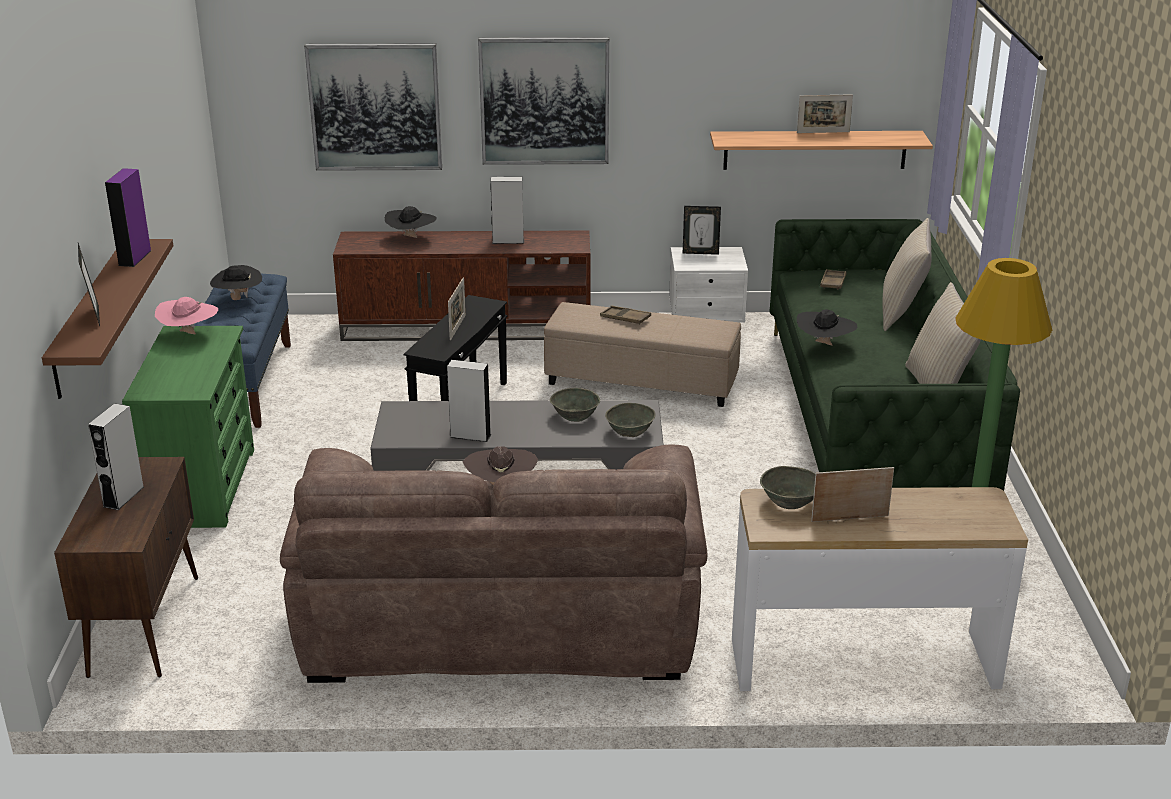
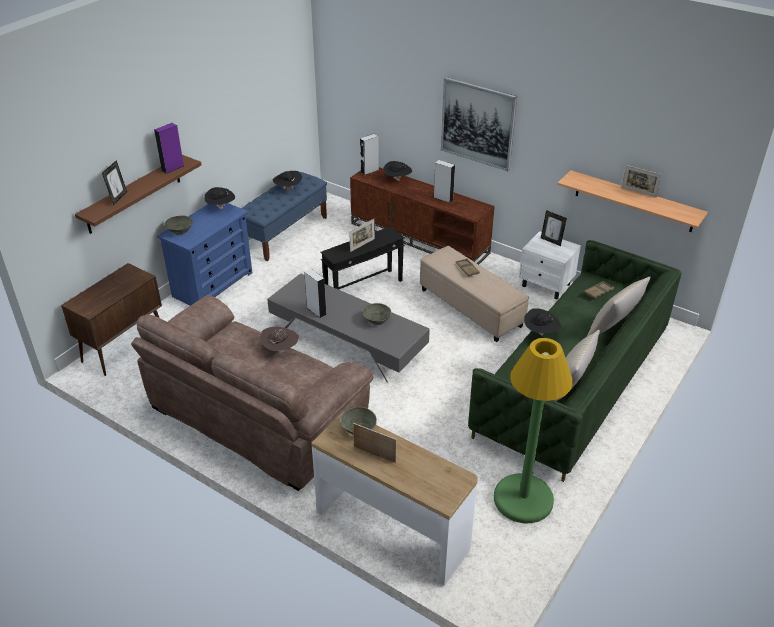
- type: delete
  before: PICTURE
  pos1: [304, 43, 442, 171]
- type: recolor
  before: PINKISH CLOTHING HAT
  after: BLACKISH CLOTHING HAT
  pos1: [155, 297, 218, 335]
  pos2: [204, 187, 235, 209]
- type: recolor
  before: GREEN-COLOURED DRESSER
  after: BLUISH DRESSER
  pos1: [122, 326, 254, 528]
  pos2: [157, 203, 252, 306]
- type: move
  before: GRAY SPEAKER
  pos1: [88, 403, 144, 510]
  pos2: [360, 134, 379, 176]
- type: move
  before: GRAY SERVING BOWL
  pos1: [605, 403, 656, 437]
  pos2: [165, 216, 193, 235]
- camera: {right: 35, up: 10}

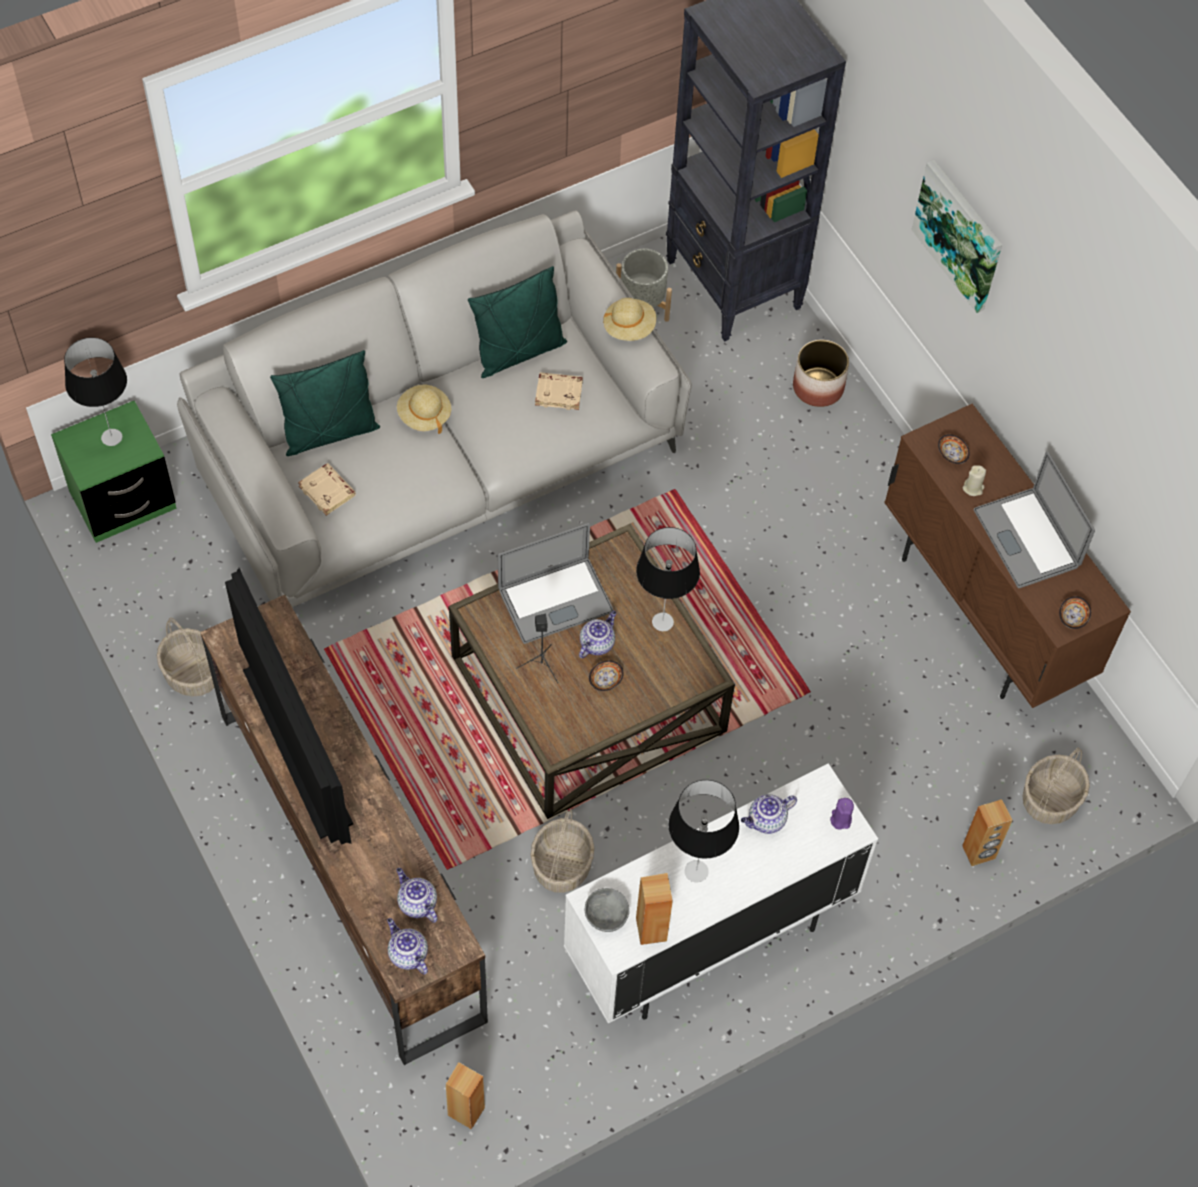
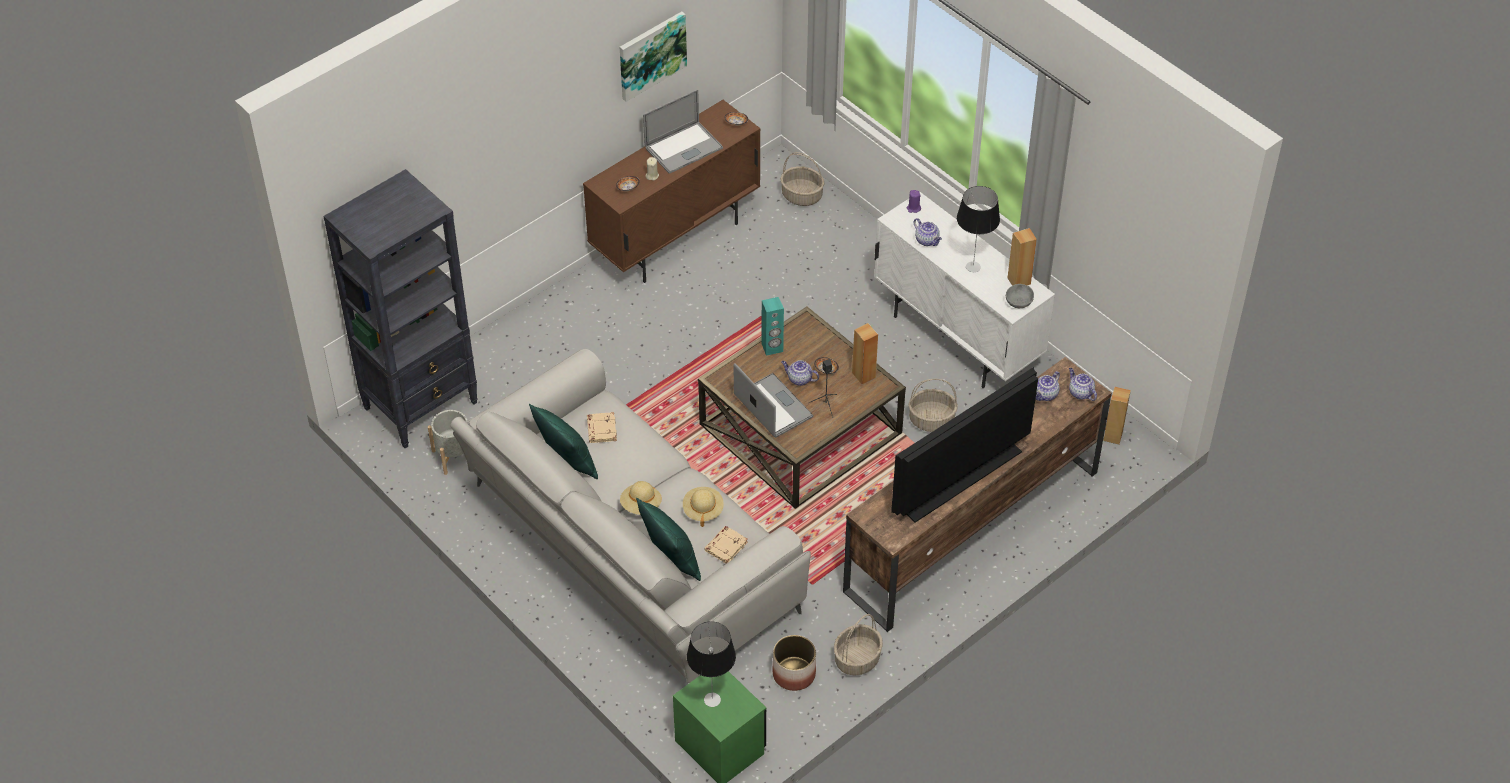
- type: move
  before: PICTURE
  pos1: [912, 160, 1002, 313]
  pos2: [620, 11, 687, 102]
- type: move
  before: BEIGE CLOTHING HAT
  pos1: [603, 298, 657, 341]
  pos2: [683, 487, 724, 527]
- type: move
  before: PLANTER
  pos1: [793, 340, 849, 407]
  pos2: [773, 635, 816, 691]
- type: replace
  before: TABLE LAMP
  after: TURQUOISE SPEAKER
  pos1: [636, 527, 700, 631]
  pos2: [762, 297, 784, 356]
- type: move
  before: BROWNISH SPEAKER
  pos1: [962, 799, 1012, 866]
  pos2: [852, 323, 878, 384]
- type: rotate
  before: TEA POT
  pos1: [387, 918, 428, 975]
  pos2: [1069, 368, 1097, 401]
  turn: 105
- camera: {right: -100, up: -10}

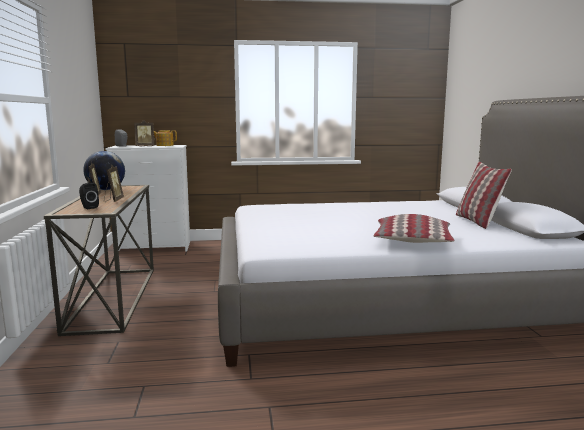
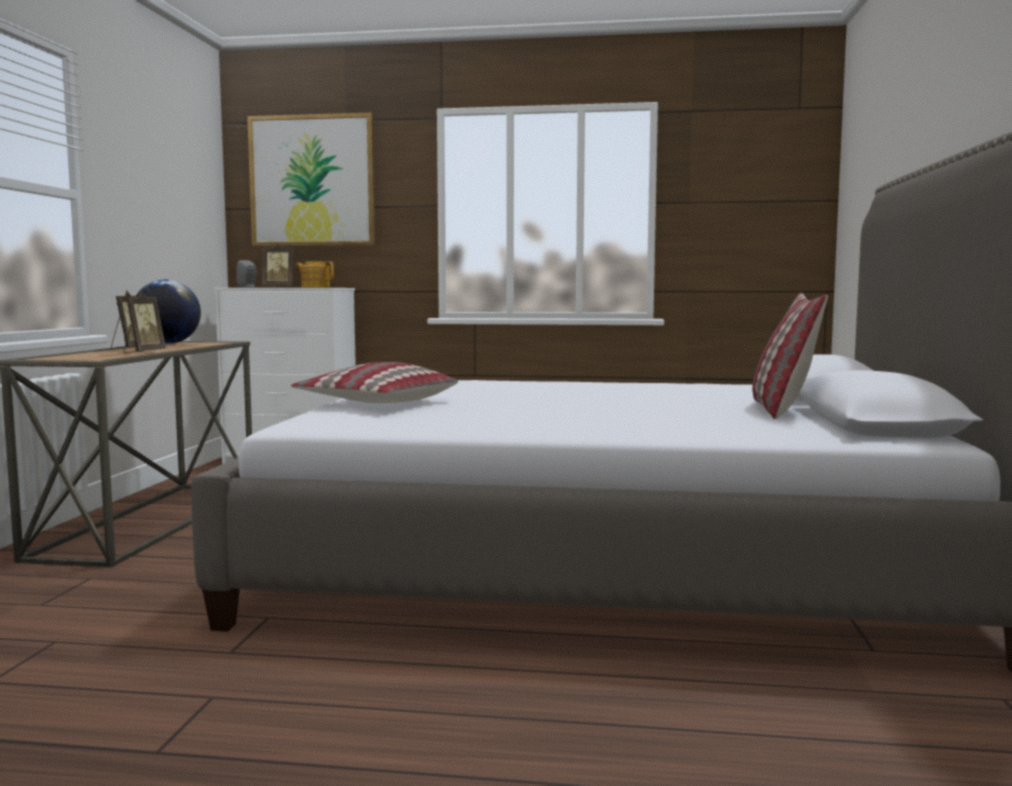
- type: delete
  before: BLACKISH SPEAKER
  pos1: [79, 183, 99, 209]
- type: move
  before: PILLOW
  pos1: [374, 214, 455, 243]
  pos2: [291, 362, 458, 403]
- type: insert
  after: PICTURE
  pos2: [247, 113, 376, 246]
- camera: {right: 15, up: -5}

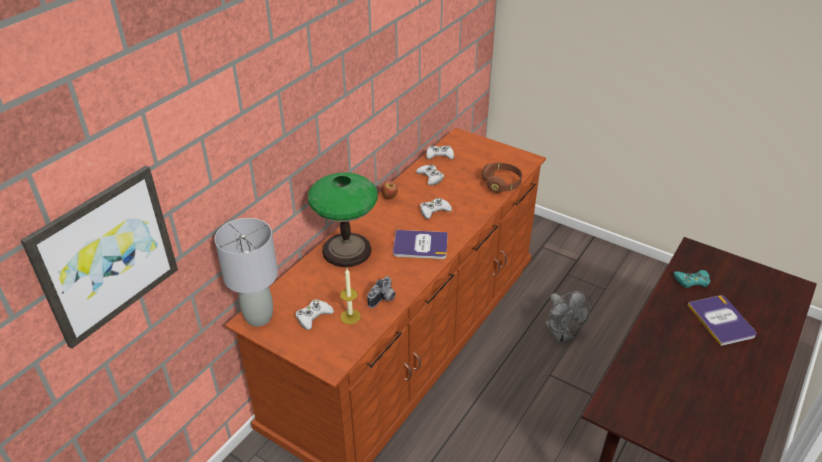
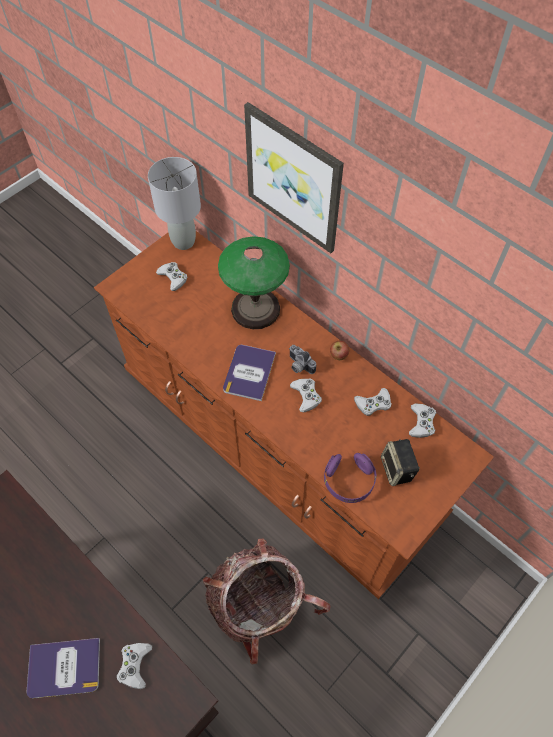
- type: recolor
  before: BROWNISH PAIR OF HEADPHONES
  after: PURPLE-COLOURED PAIR OF HEADPHONES
  pos1: [482, 163, 522, 193]
  pos2: [324, 453, 377, 503]
- type: move
  before: PICTURE
  pos1: [21, 166, 178, 349]
  pos2: [244, 102, 344, 253]
- type: delete
  before: WAX CANDLE
  pos1: [340, 269, 361, 324]
- type: recolor
  before: TURQUOISE JOYPAD
  after: WHITE-COLOURED JOYPAD
  pos1: [674, 270, 710, 288]
  pos2: [117, 643, 152, 689]
- type: move
  before: STILL CAMERA
  pos1: [367, 276, 396, 308]
  pos2: [289, 345, 316, 374]
- type: replace
  before: GRAY FAN
  after: BACKPACK
  pos1: [545, 291, 592, 343]
  pos2: [203, 538, 331, 664]
- type: insert
  after: SPEAKER
  pos2: [381, 439, 420, 486]
- camera: {right: 100, up: 20}

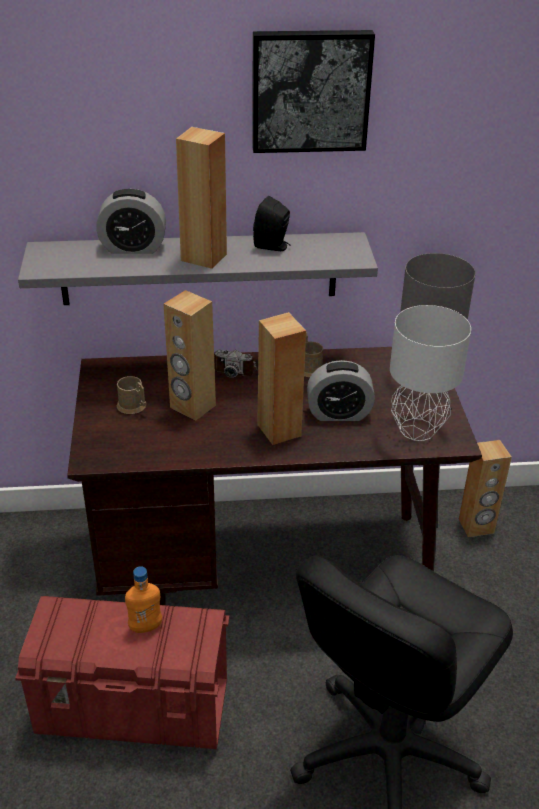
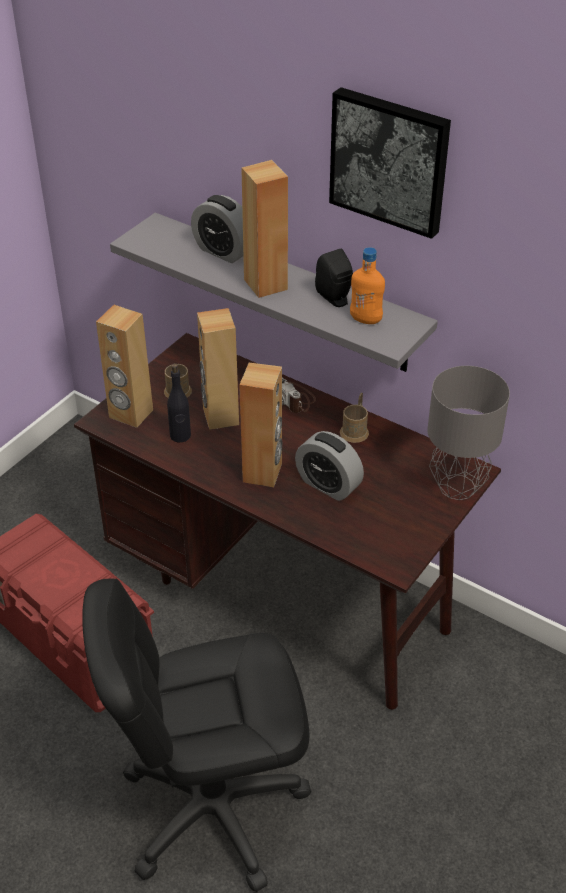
- type: delete
  before: GRAY TABLE LAMP
  pos1: [390, 305, 471, 441]
- type: move
  before: BROWNISH SPEAKER
  pos1: [459, 440, 512, 537]
  pos2: [96, 305, 153, 428]
- type: move
  before: ORANGE-COLOURED BOTTLE
  pos1: [125, 566, 162, 633]
  pos2: [350, 247, 385, 324]
- type: insert
  after: BLACKISH BOTTLE
  pos2: [167, 363, 191, 442]
- camera: {right: 40, up: 5}

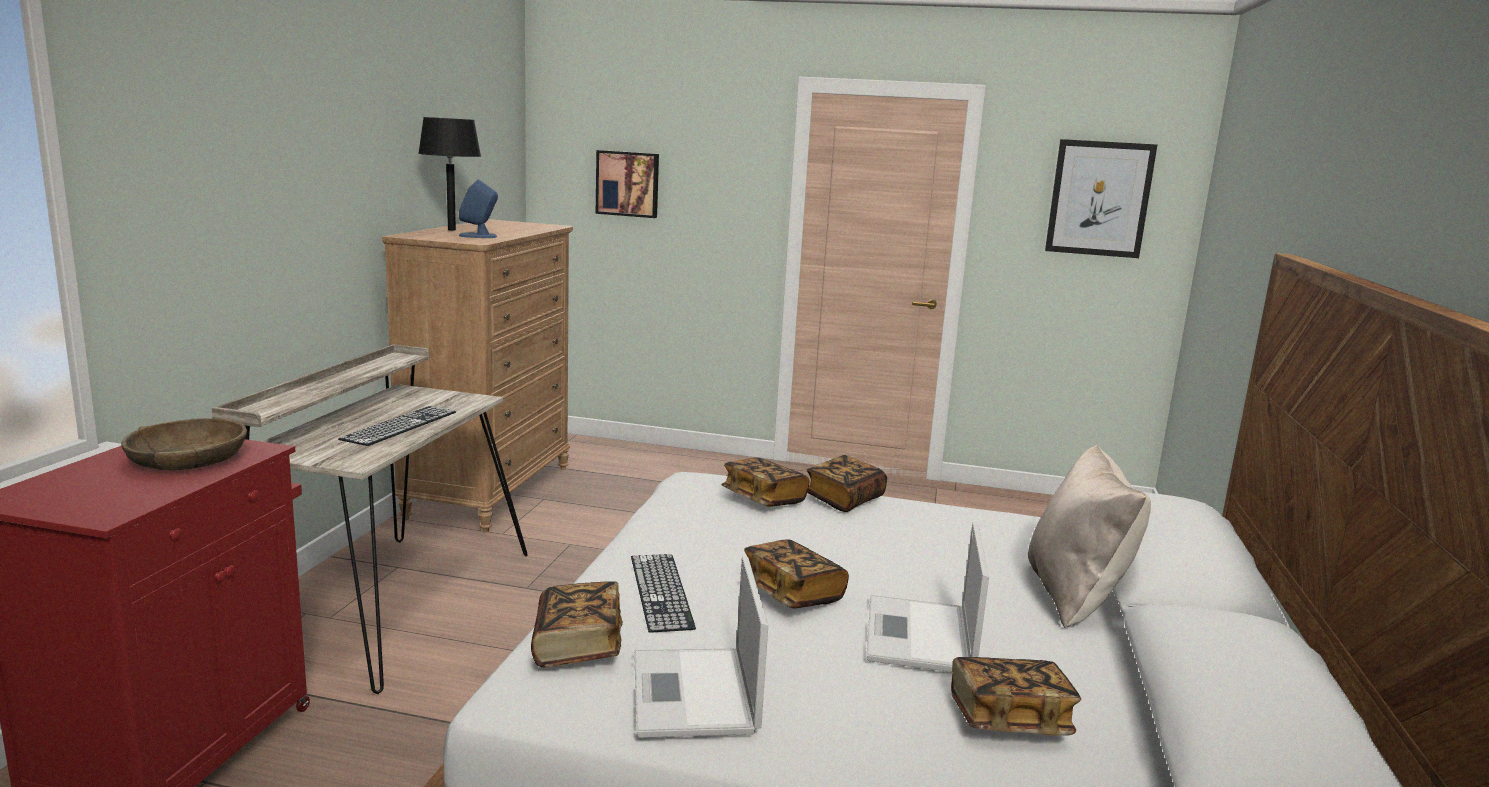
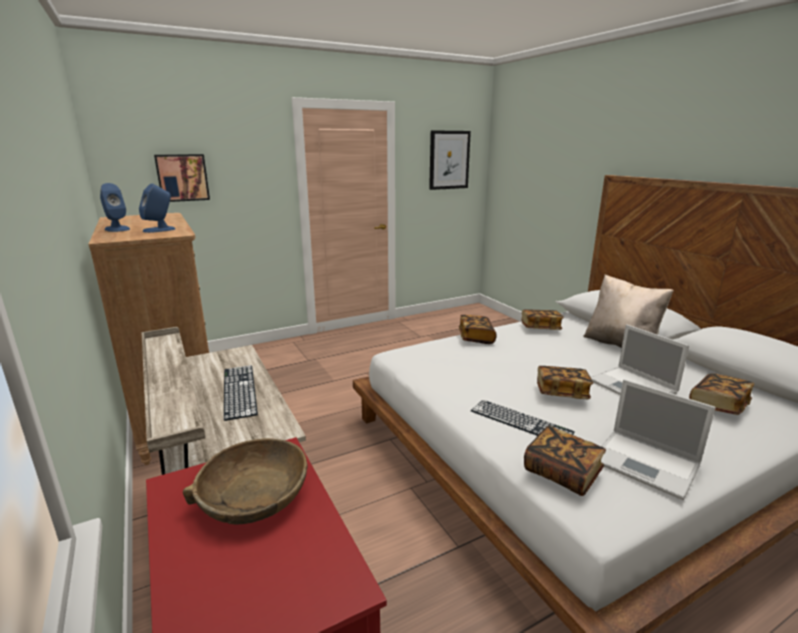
- type: replace
  before: BLACKISH TABLE LAMP
  after: BLUISH SPEAKER
  pos1: [418, 117, 481, 231]
  pos2: [100, 183, 130, 232]
- type: move
  before: BOOK
  pos1: [721, 457, 809, 507]
  pos2: [522, 310, 564, 330]
- camera: {right: -40, up: 5}

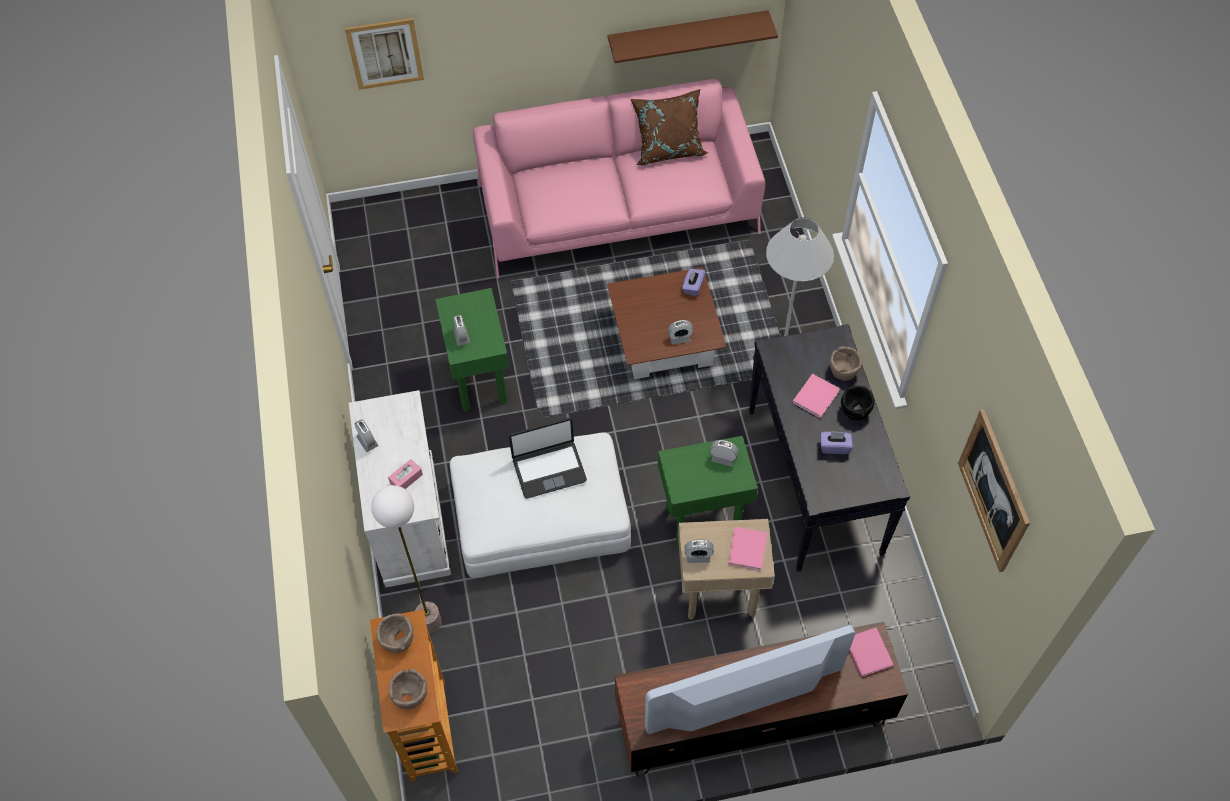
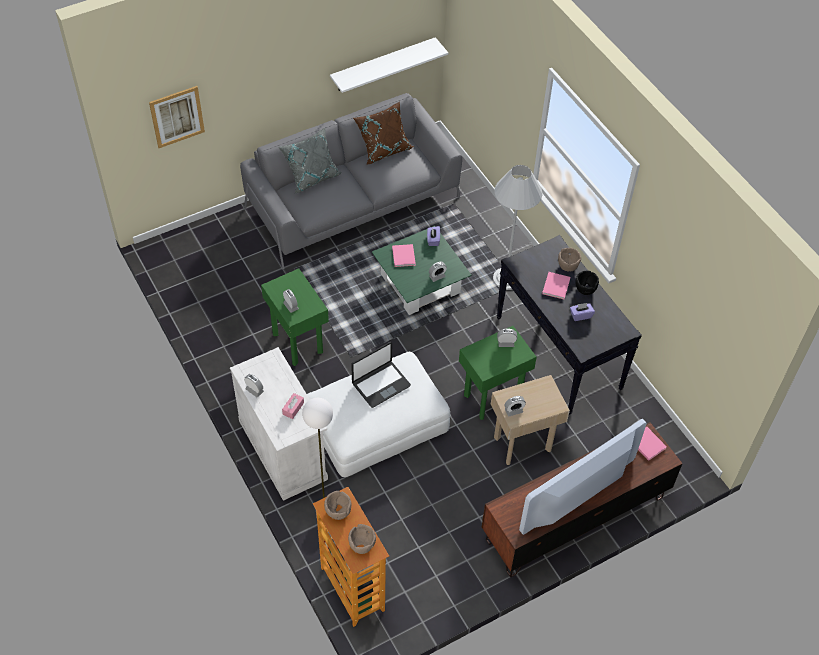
- type: recolor
  before: BROWNISH BRACKET SHELF
  after: WHITE-COLOURED BRACKET SHELF
  pos1: [608, 10, 778, 63]
  pos2: [330, 37, 448, 93]
- type: recolor
  before: PINKISH SOFA
  after: GRAY SOFA
  pos1: [473, 79, 765, 278]
  pos2: [240, 93, 462, 269]
- type: recolor
  before: BROWNISH LOUNGE TABLE
  after: GREEN-COLOURED LOUNGE TABLE
  pos1: [607, 267, 727, 379]
  pos2: [372, 226, 472, 315]
- type: delete
  before: PICTURE
  pos1: [958, 409, 1030, 572]
- type: move
  before: PINKISH BOOK
  pos1: [728, 527, 768, 570]
  pos2: [392, 244, 416, 267]
- type: insert
  after: GRAY PILLOW
  pos2: [278, 128, 342, 194]
- camera: {right: -20, up: -5}

